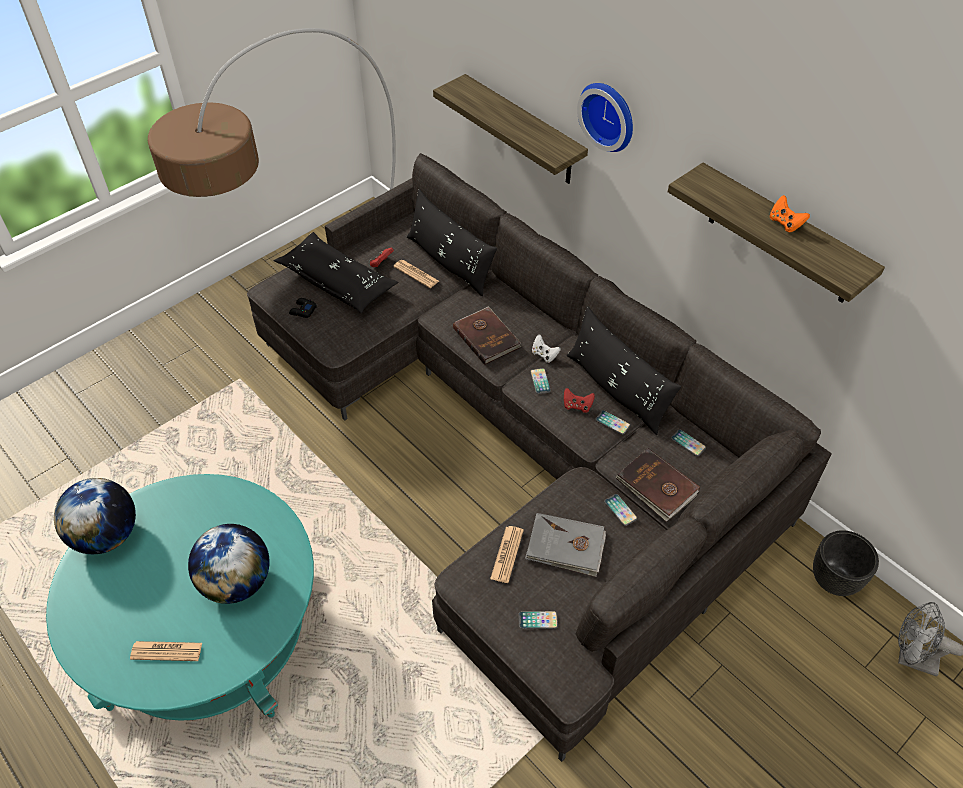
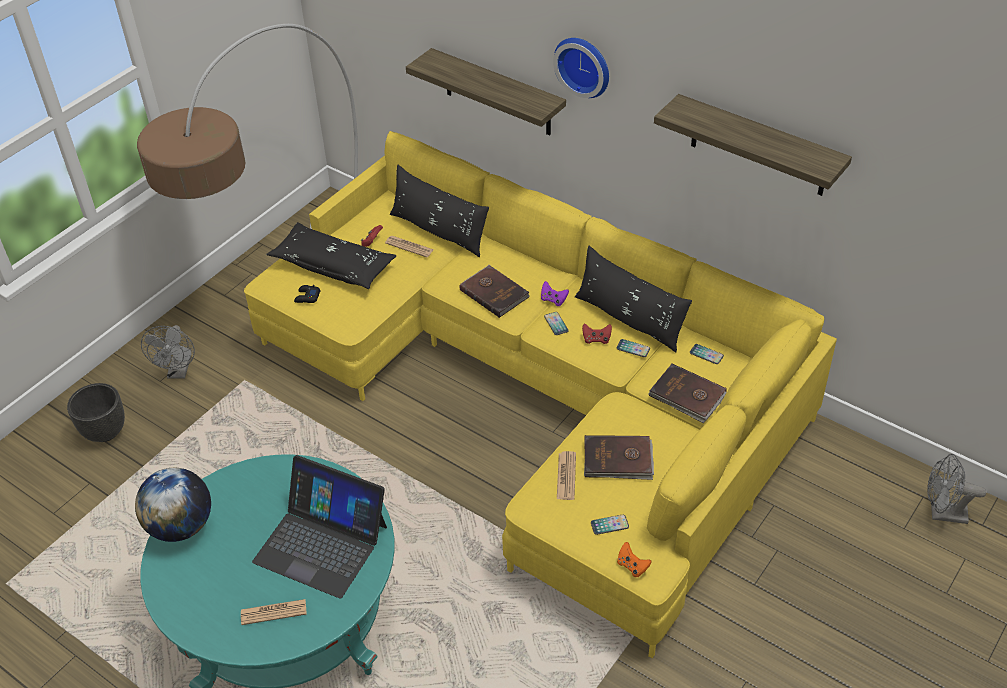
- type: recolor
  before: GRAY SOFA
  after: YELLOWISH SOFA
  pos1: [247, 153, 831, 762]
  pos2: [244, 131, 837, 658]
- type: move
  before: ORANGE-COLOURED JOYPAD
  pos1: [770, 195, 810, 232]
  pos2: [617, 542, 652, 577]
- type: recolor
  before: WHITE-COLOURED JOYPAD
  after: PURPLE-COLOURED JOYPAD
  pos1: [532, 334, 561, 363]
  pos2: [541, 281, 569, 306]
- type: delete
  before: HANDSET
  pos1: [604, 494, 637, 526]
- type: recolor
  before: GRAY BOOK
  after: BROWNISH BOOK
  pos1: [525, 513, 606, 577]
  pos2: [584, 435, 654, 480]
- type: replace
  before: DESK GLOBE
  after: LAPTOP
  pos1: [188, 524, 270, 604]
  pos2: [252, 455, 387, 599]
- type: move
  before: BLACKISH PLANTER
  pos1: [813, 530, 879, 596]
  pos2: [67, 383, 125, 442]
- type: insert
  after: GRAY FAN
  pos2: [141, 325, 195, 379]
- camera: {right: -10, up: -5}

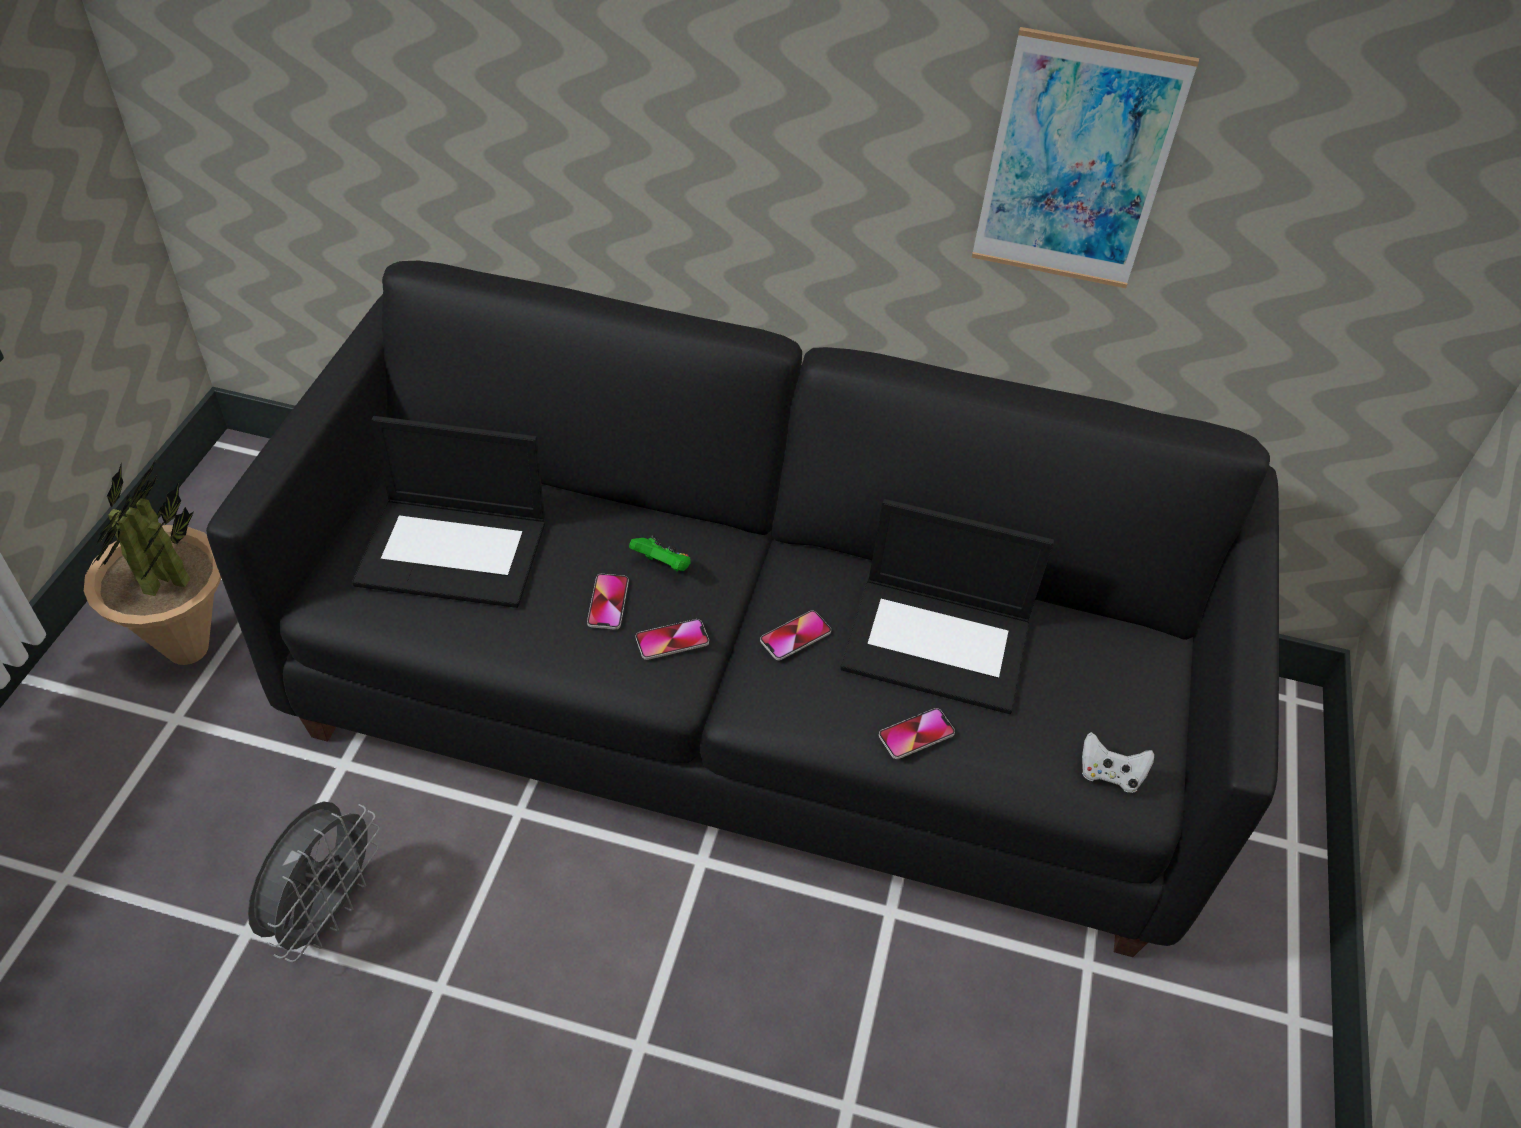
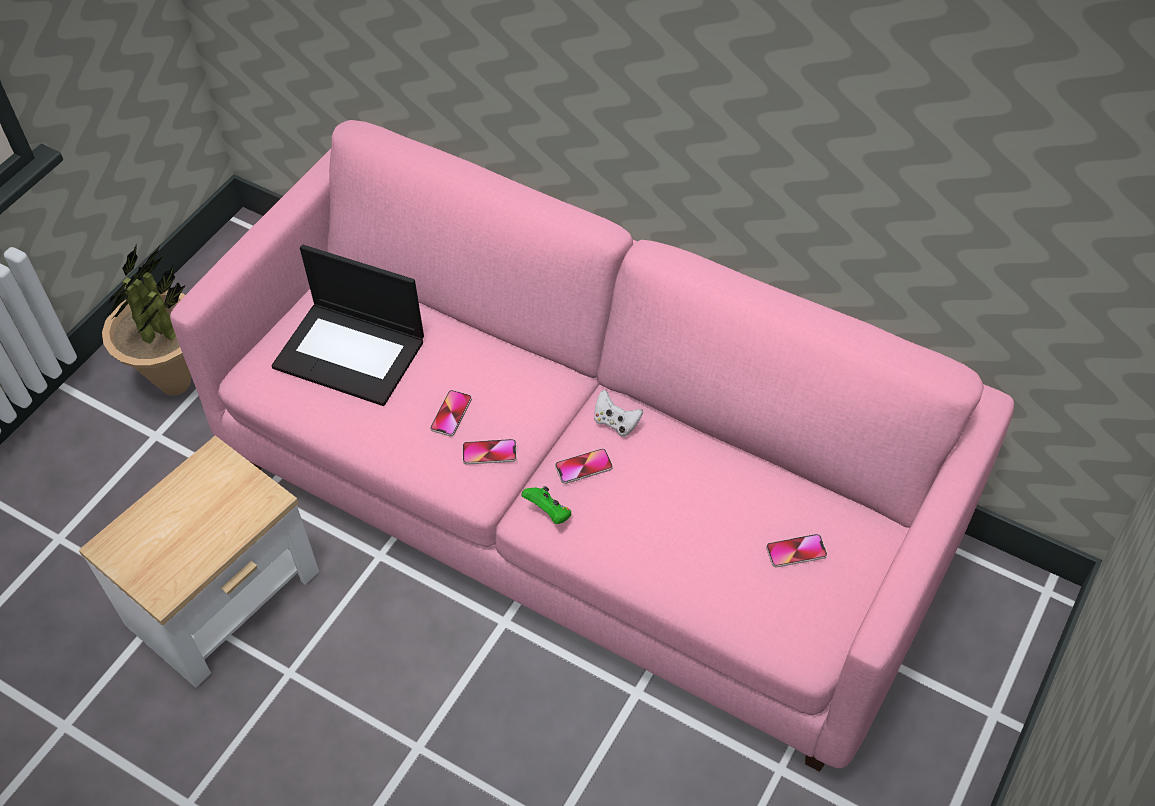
- type: delete
  before: PICTURE
  pos1: [971, 27, 1199, 288]
- type: recolor
  before: BLACKISH SOFA
  after: PINKISH SOFA
  pos1: [206, 261, 1279, 957]
  pos2: [170, 120, 1015, 772]
- type: delete
  before: LAPTOP
  pos1: [840, 499, 1054, 714]
- type: move
  before: GREEN-COLOURED JOYPAD
  pos1: [629, 535, 691, 571]
  pos2: [521, 486, 571, 524]
- type: move
  before: HANDSET
  pos1: [879, 708, 955, 759]
  pos2: [766, 534, 827, 568]
- type: move
  before: WHITE-COLOURED JOYPAD
  pos1: [1082, 732, 1154, 793]
  pos2: [594, 390, 643, 437]
- type: replace
  before: GRAY FAN
  after: ACCENT TABLE
  pos1: [248, 801, 380, 962]
  pos2: [79, 436, 319, 688]
- camera: {right: 20, up: 5}

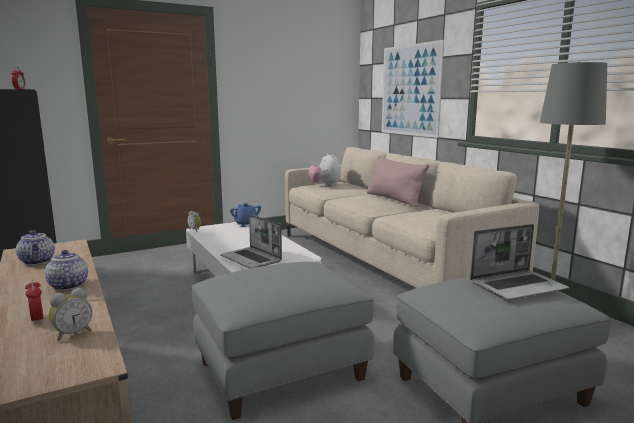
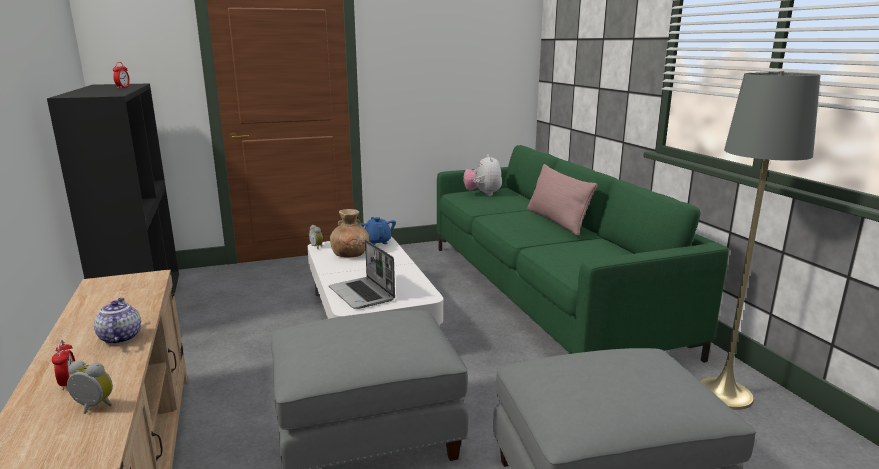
- type: delete
  before: PICTURE
  pos1: [382, 40, 444, 138]
- type: recolor
  before: BEIGE SOFA
  after: GREEN-COLOURED SOFA
  pos1: [285, 147, 539, 288]
  pos2: [437, 145, 729, 363]
- type: delete
  before: LAPTOP
  pos1: [470, 224, 569, 300]
- type: delete
  before: TEA POT
  pos1: [16, 230, 55, 265]
- type: rotate
  before: BEDSIDE CLOCK
  pos1: [49, 287, 92, 341]
  pos2: [67, 361, 113, 414]
  turn: -135
- type: insert
  after: BROWNISH DECORATIVE VASE
  pos2: [330, 209, 369, 258]
- camera: {right: 10, up: 5}

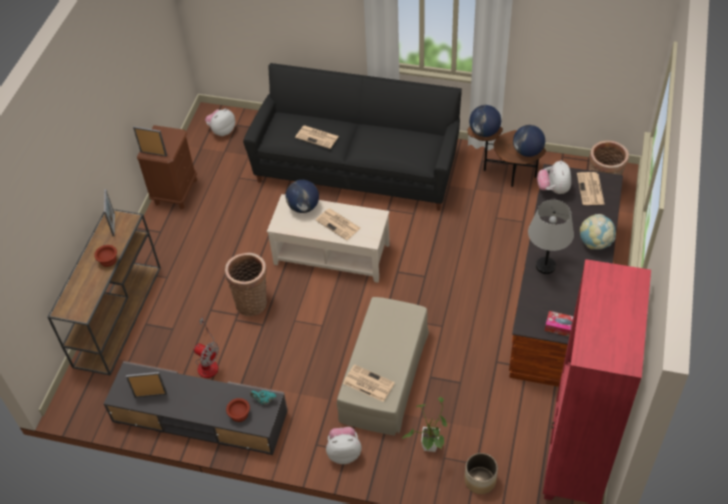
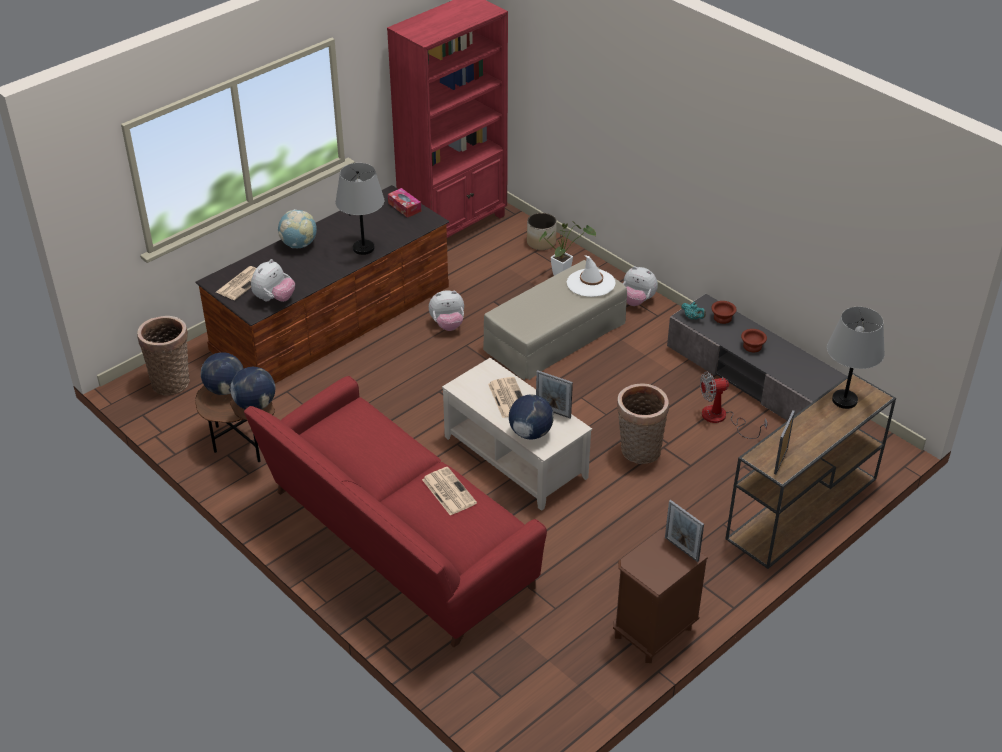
- type: recolor
  before: BLACKISH SOFA
  after: RED SOFA
  pos1: [243, 63, 462, 211]
  pos2: [244, 376, 547, 647]
- type: move
  before: PLUSH TOY
  pos1: [205, 109, 235, 136]
  pos2: [429, 290, 464, 331]
- type: move
  before: BROWNISH SERVING BOWL
  pos1: [94, 245, 117, 267]
  pos2: [741, 329, 767, 352]
- type: rotate
  before: FAN
  pos1: [194, 317, 219, 378]
  pos2: [700, 371, 768, 439]
  turn: -75
- type: replace
  before: NEWSPAPER
  after: WHITE-COLOURED CLOTHING HAT
  pos1: [343, 364, 395, 402]
  pos2: [567, 255, 615, 297]
- type: move
  before: PHOTO FRAME
  pos1: [126, 372, 167, 398]
  pos2: [536, 370, 573, 418]
- type: insert
  after: GRAY TABLE LAMP
  pos2: [827, 307, 885, 409]
- camera: {right: -150, up: -10}

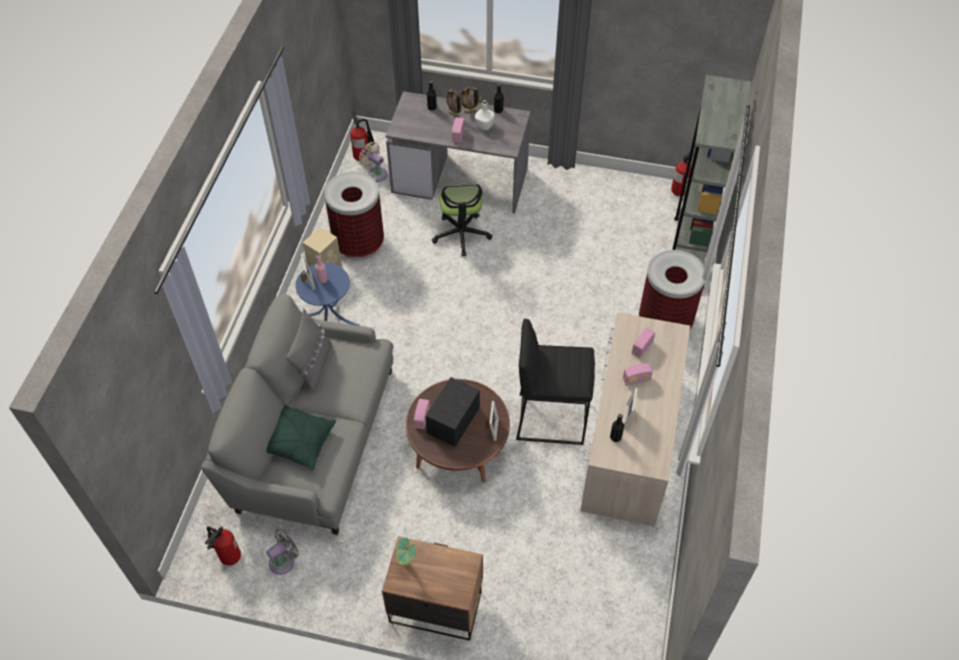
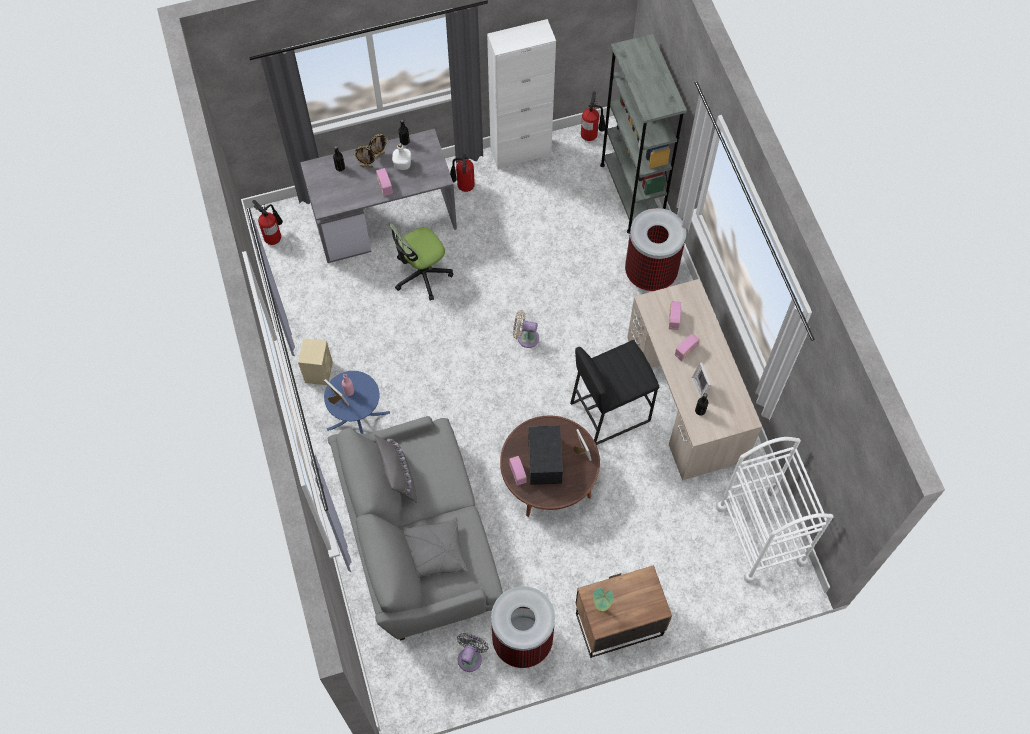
- type: move
  before: BEIGE FAN
  pos1: [359, 142, 387, 182]
  pos2: [513, 310, 539, 348]
- type: move
  before: WASTE BIN
  pos1: [324, 172, 384, 260]
  pos2: [491, 586, 555, 668]
- type: rotate
  before: OFFICE CHAIR
  pos1: [432, 184, 492, 257]
  pos2: [389, 224, 453, 301]
  turn: 90
- type: recolor
  before: GREEN-COLOURED PILLOW
  after: GRAY PILLOW
  pos1: [267, 405, 336, 470]
  pos2: [402, 517, 468, 578]
- type: move
  before: FIRE EXTINGUISHER
  pos1: [205, 526, 241, 566]
  pos2: [450, 154, 475, 192]
- type: insert
  after: WHITE-COLOURED CUPBOARD
  pos2: [487, 19, 556, 169]
- type: insert
  after: WHITE-COLOURED CART
  pos2: [716, 437, 833, 583]
- camera: {right: -30, up: 10}

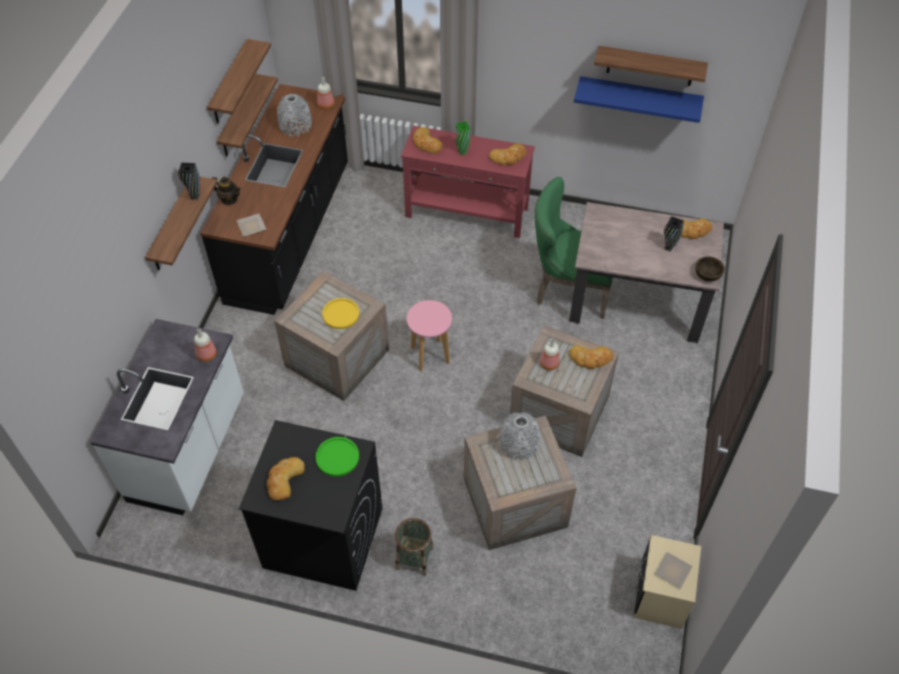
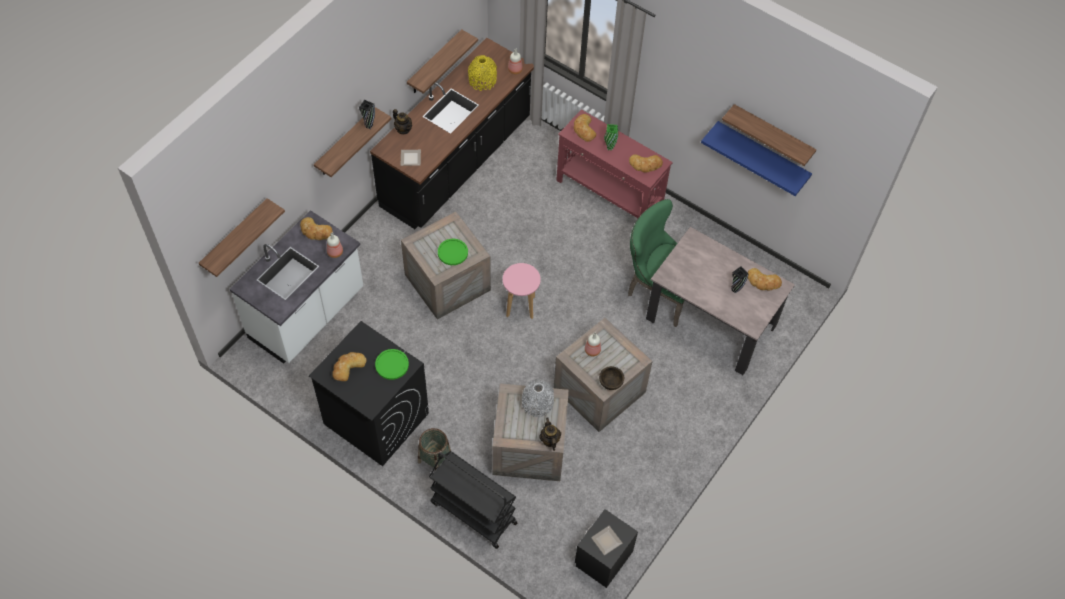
- type: move
  before: BRACKET SHELF
  pos1: [207, 39, 271, 124]
  pos2: [199, 198, 285, 277]
- type: recolor
  before: GRAY DECORATIVE VASE
  after: YELLOWISH DECORATIVE VASE
  pos1: [277, 94, 312, 136]
  pos2: [468, 55, 497, 91]
- type: move
  before: BROWNISH SERVING BOWL
  pos1: [695, 256, 725, 282]
  pos2: [599, 366, 624, 390]
- type: recolor
  before: YELLOWISH DINNER PLATE
  after: GREEN-COLOURED DINNER PLATE
  pos1: [322, 298, 359, 329]
  pos2: [438, 239, 468, 265]
- type: move
  before: BAKERY BREAD
  pos1: [569, 345, 613, 369]
  pos2: [300, 217, 333, 240]
- type: recolor
  before: BEIGE NIGHTSTAND
  after: BLACKISH NIGHTSTAND
  pos1: [634, 535, 701, 629]
  pos2: [575, 509, 638, 588]
- type: insert
  after: TEA POT
  pos2: [539, 418, 561, 451]
- type: insert
  after: BLACKISH CART
  pos2: [429, 451, 517, 549]
- camera: {right: 20, up: 5}

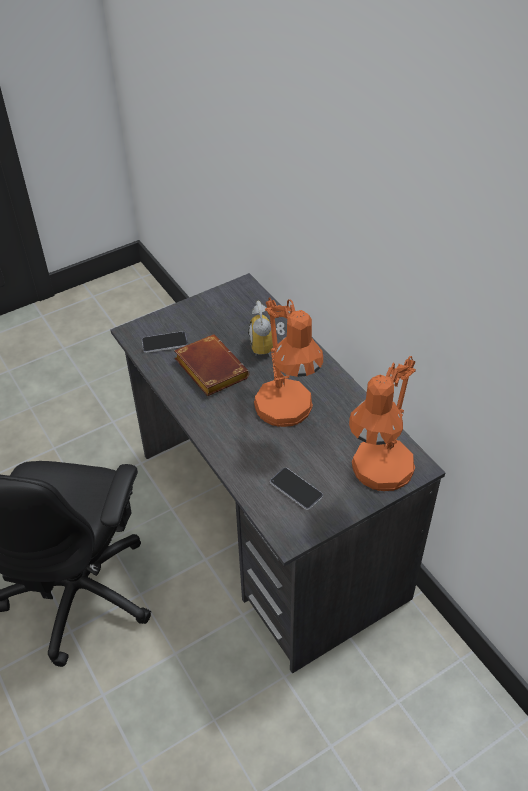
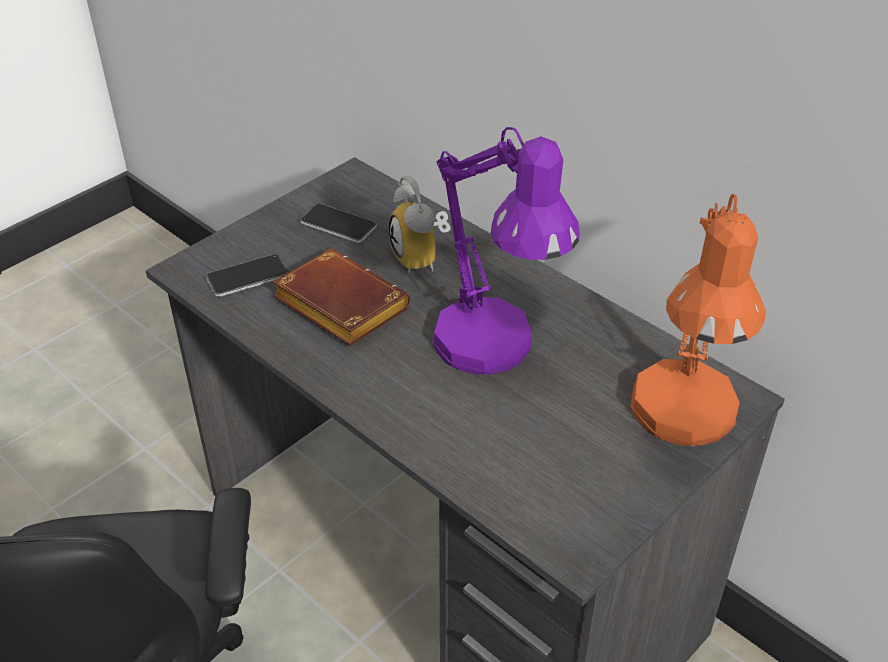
- type: recolor
  before: ORANGE-COLOURED TABLE LAMP
  after: PURPLE-COLOURED TABLE LAMP
  pos1: [254, 297, 323, 427]
  pos2: [432, 127, 580, 375]
- type: move
  before: HANDSET
  pos1: [270, 468, 323, 510]
  pos2: [300, 204, 377, 243]
- camera: {right: -15, up: -5}

